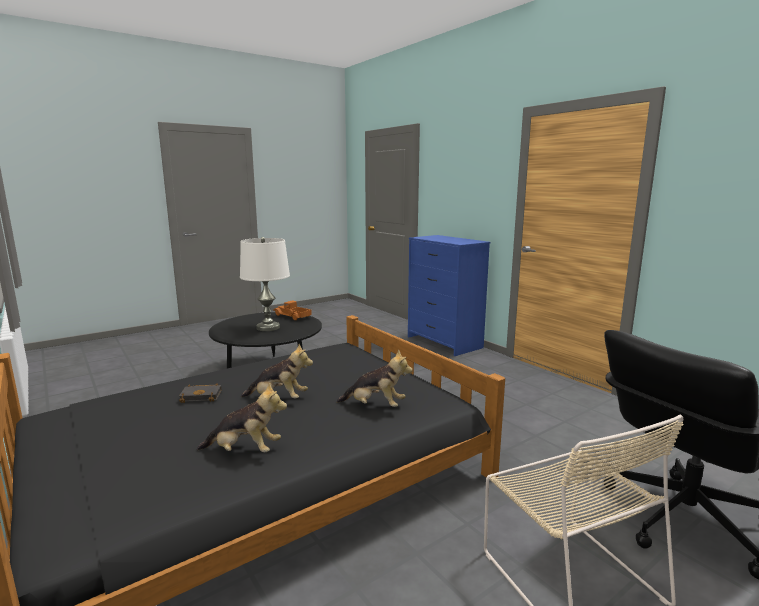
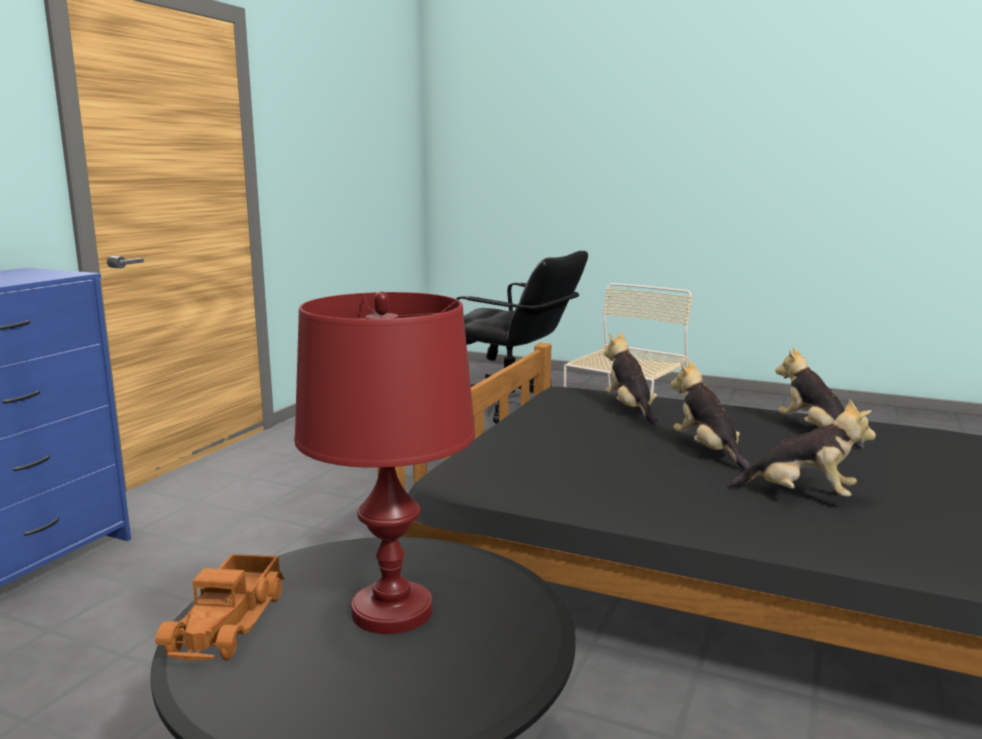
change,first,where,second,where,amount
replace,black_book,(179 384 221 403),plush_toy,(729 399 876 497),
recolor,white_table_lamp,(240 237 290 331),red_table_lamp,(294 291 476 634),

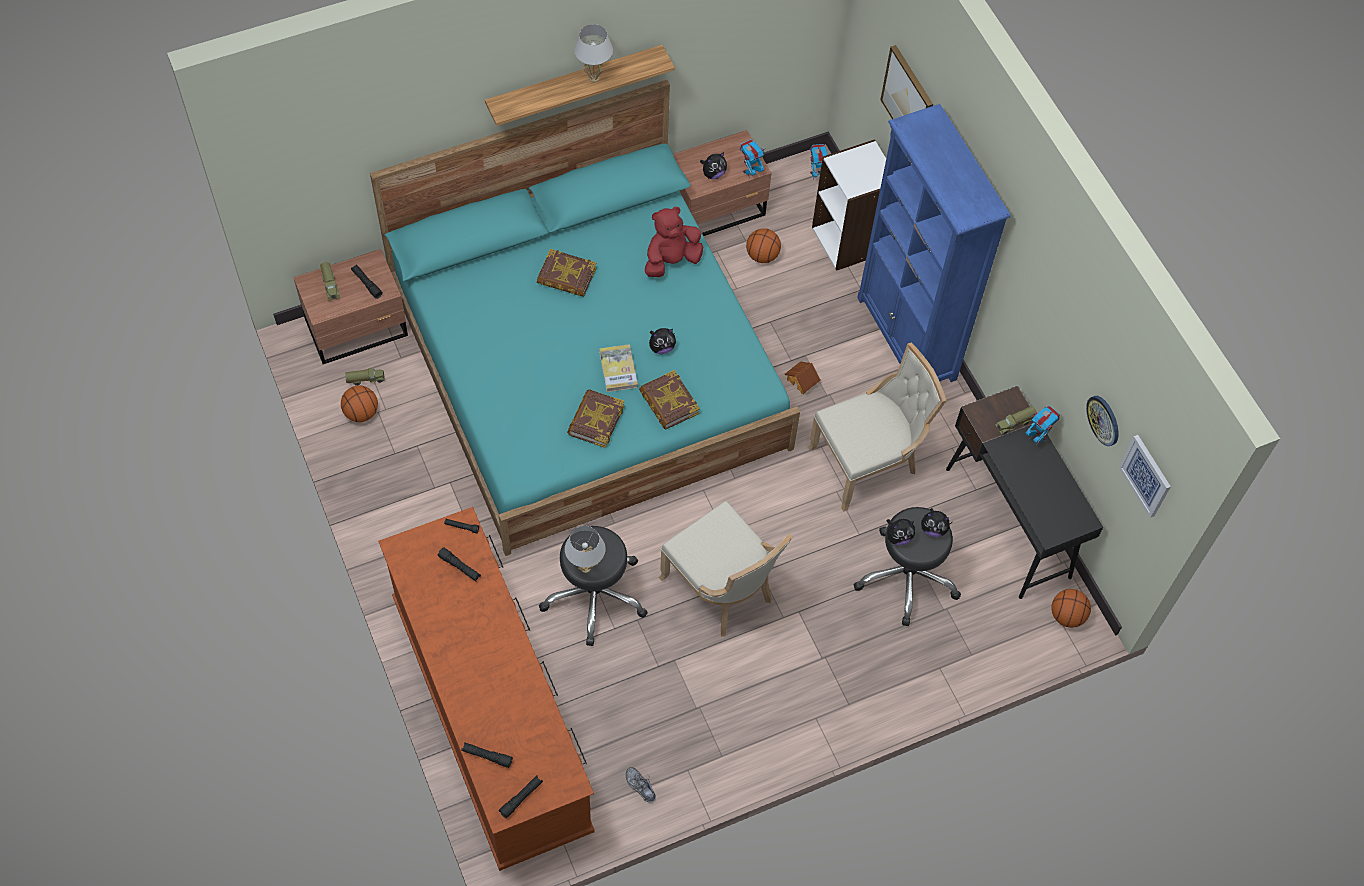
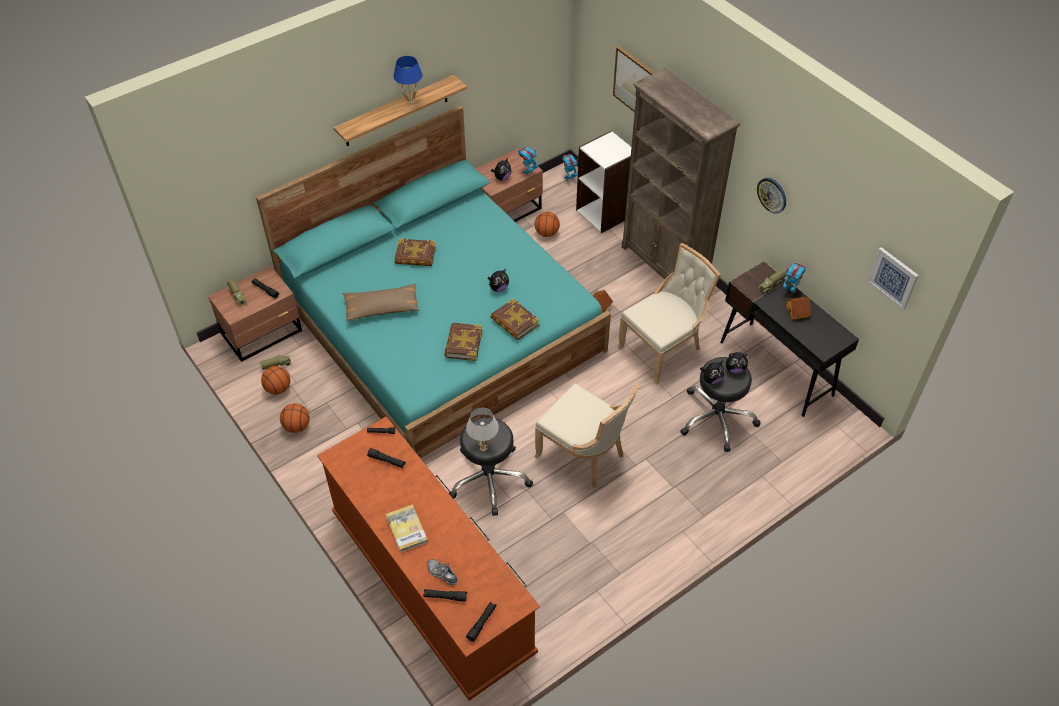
change,first,where,second,where,amount
recolor,white_table_lamp,(574 24 613 82),blue_table_lamp,(393 56 423 104),
move,book,(599 344 638 392),,(386 505 428 553),
move,shoe,(626 767 656 803),,(427 559 458 585),
delete,red_plush_toy,(645 206 703 277),,,
recolor,blue_bookcase,(857 104 1010 382),brown_bookcase,(622 68 740 279),
move,basketball,(1051 589 1091 628),,(280 403 310 433),
move,wall_clock,(1086 396 1119 446),,(757 178 786 214),
insert,,,brown_pillow,(343 283 419 321),
insert,,,toy_house,(785 297 811 320),

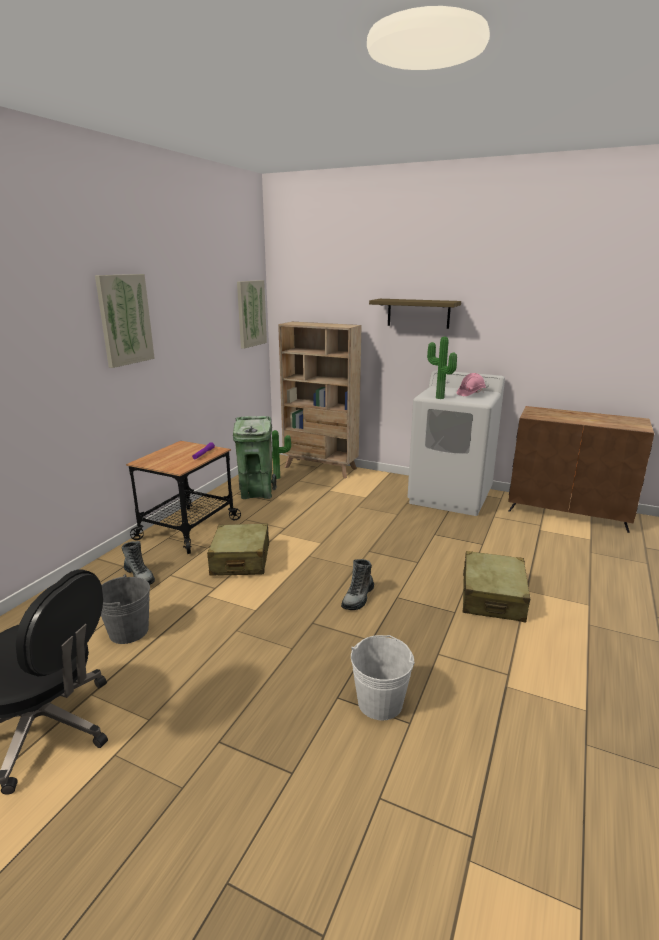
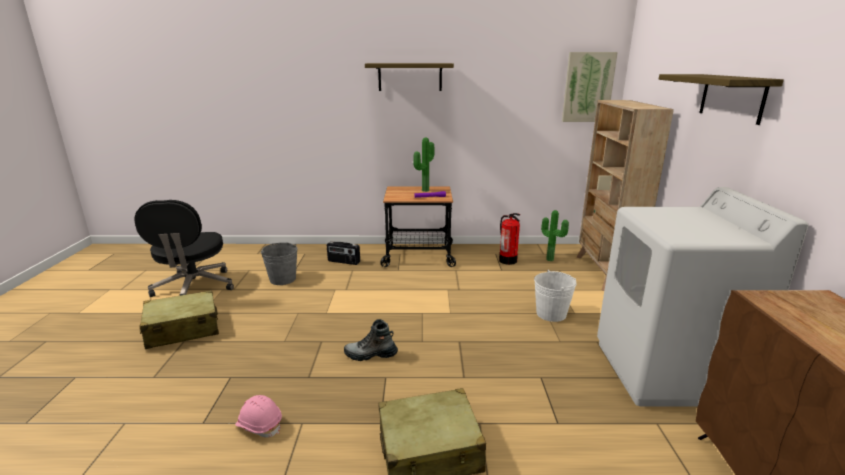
change,first,where,second,where,amount
replace,picture,(95 274 155 368),shelf,(365 63 454 91),
replace,boot,(122 541 155 585),radio,(327 241 360 265),
move,beige_suitcase,(207 523 269 576),,(139 290 219 349),
replace,green_trash_can,(233 416 277 499),fire_extinguisher,(499 213 520 265),
move,white_bucket,(351 635 415 720),,(534 270 576 322),
move,potted_plant,(427 336 457 399),,(413 138 434 192),
move,pink_hard_hat,(457 373 486 396),,(235 395 282 438),

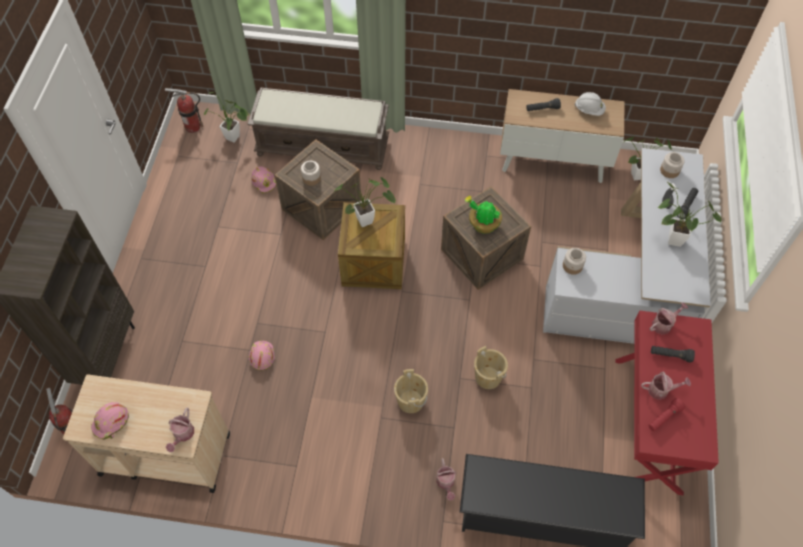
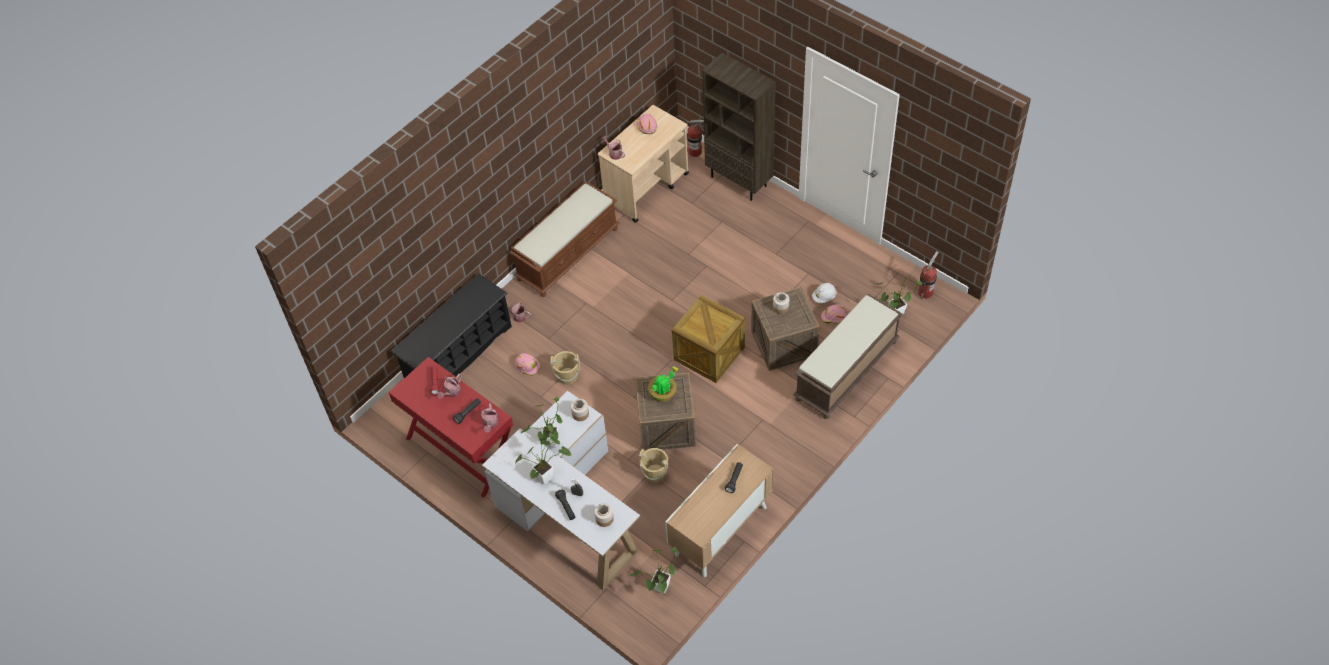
change,first,where,second,where,amount
move,pink_hard_hat,(248 340 275 370),,(515 353 541 376),
move,potted_plant,(334 177 396 227),,(520 397 562 448),
move,beige_bucket,(394 369 428 413),,(639 448 668 483),
move,white_hard_hat,(575 92 606 116),,(812 283 837 303),
insert,,,brown_bench,(509 181 619 297),

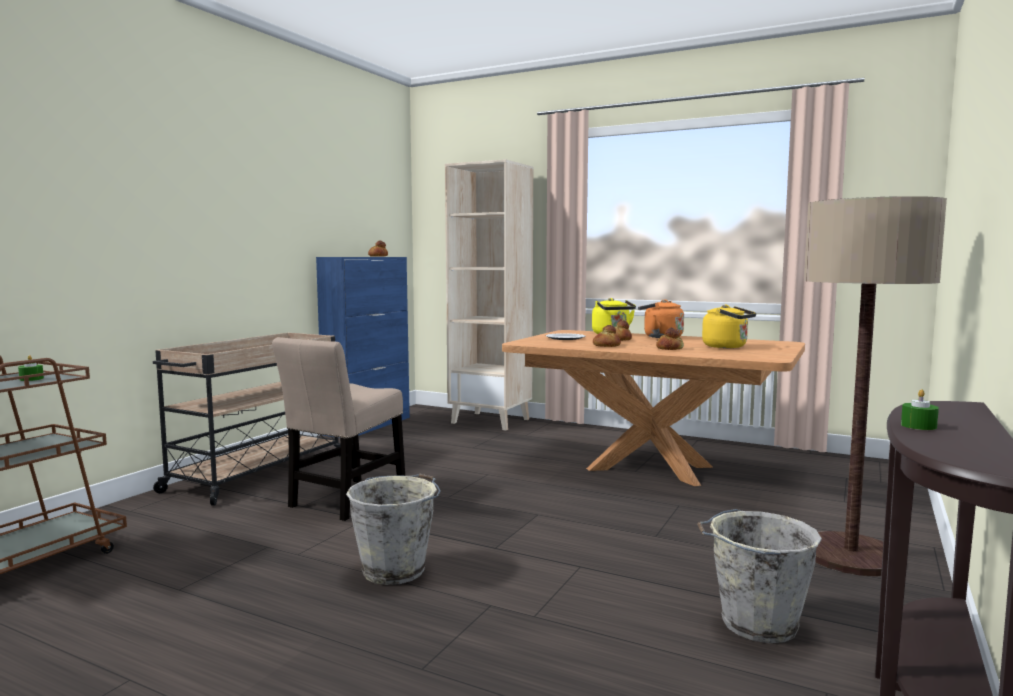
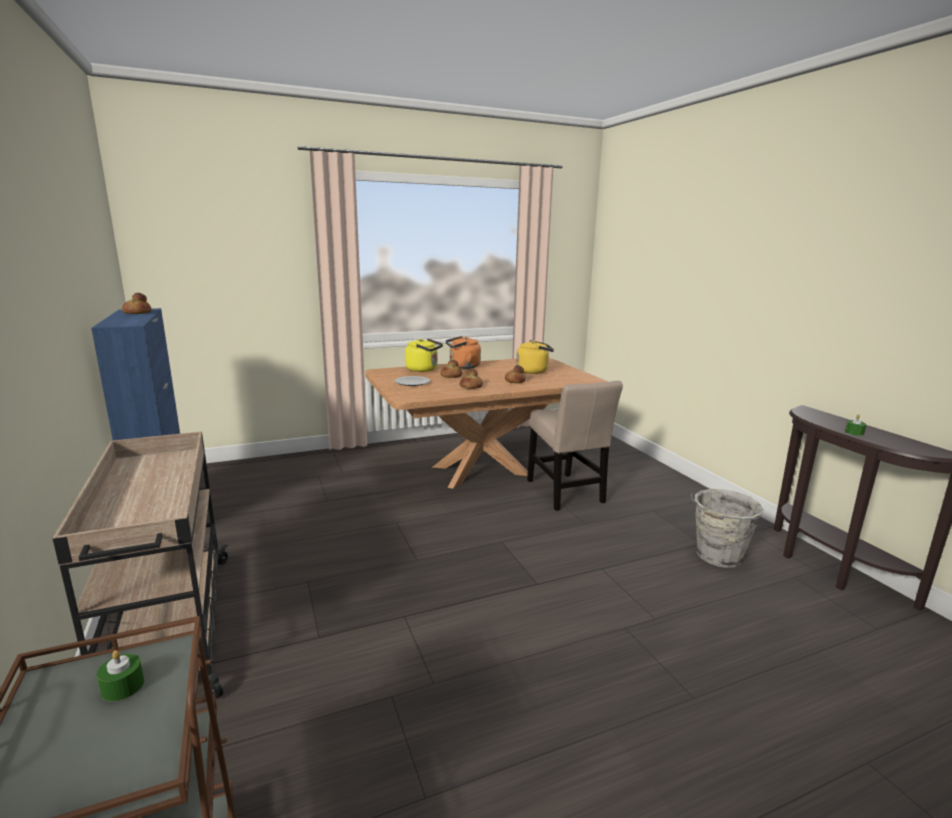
change,first,where,second,where,amount
move,beige_chair,(272 337 405 521),,(527 381 623 511),
delete,grey_bucket,(346 474 441 585),,,
delete,beige_bookcase,(445 159 533 430),,,
delete,floor_lamp,(804 196 947 576),,,

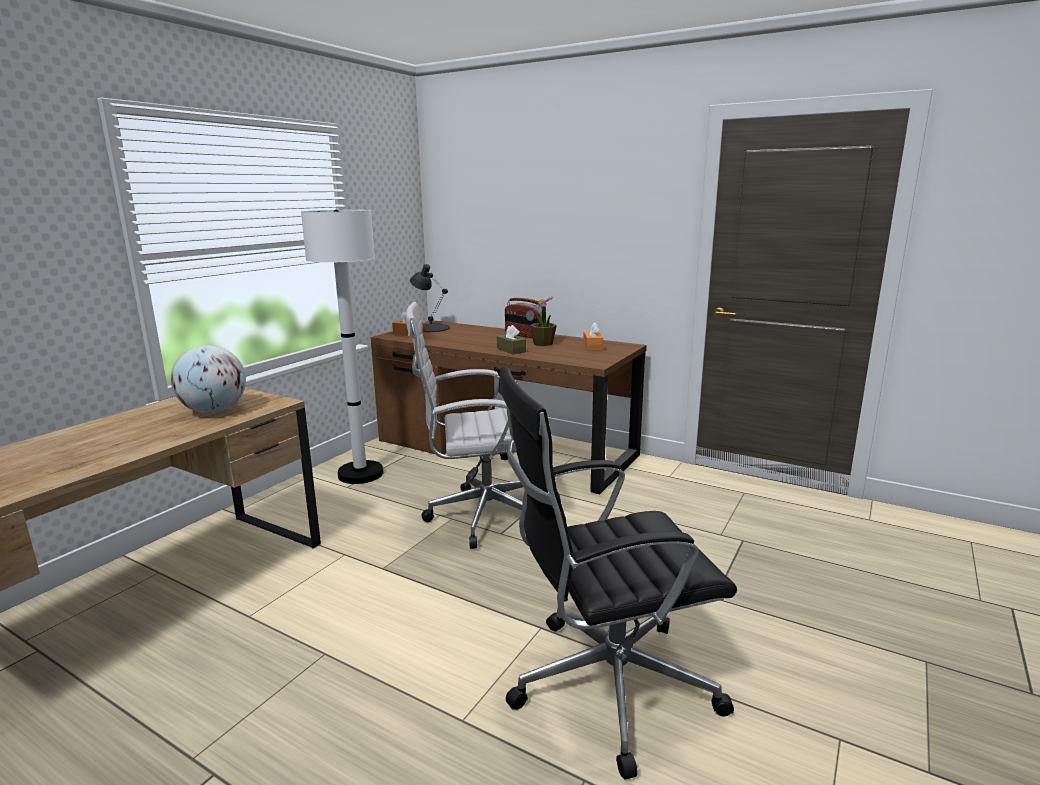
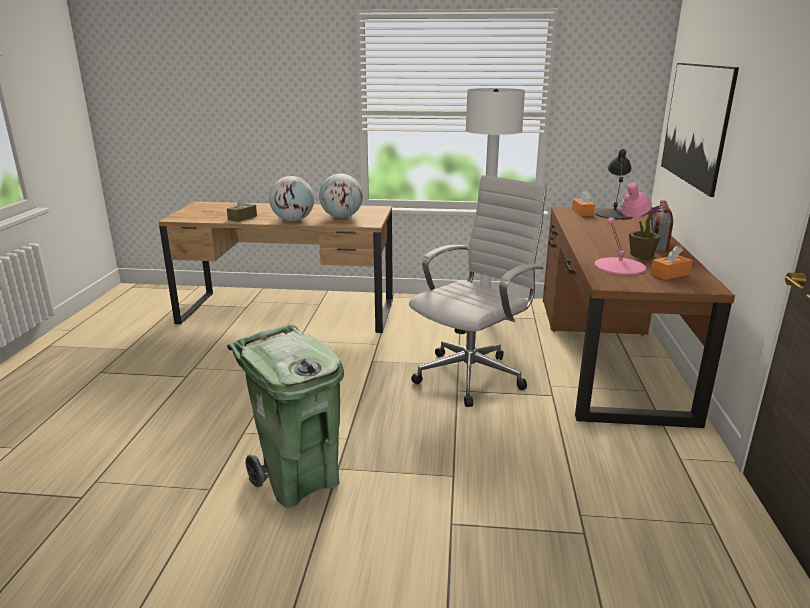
change,first,where,second,where,amount
rotate,white_office_chair,(406 302 523 549),,(409 175 547 407),75 degrees clockwise
move,brown_tissue_box,(497 325 526 354),,(227 196 257 222),
replace,black_office_chair,(498 367 737 780),green_trash_can,(227 324 344 508),
insert,,,globe,(269 176 314 221),
insert,,,pink_table_lamp,(594 182 652 275),
insert,,,picture,(661 63 739 197),

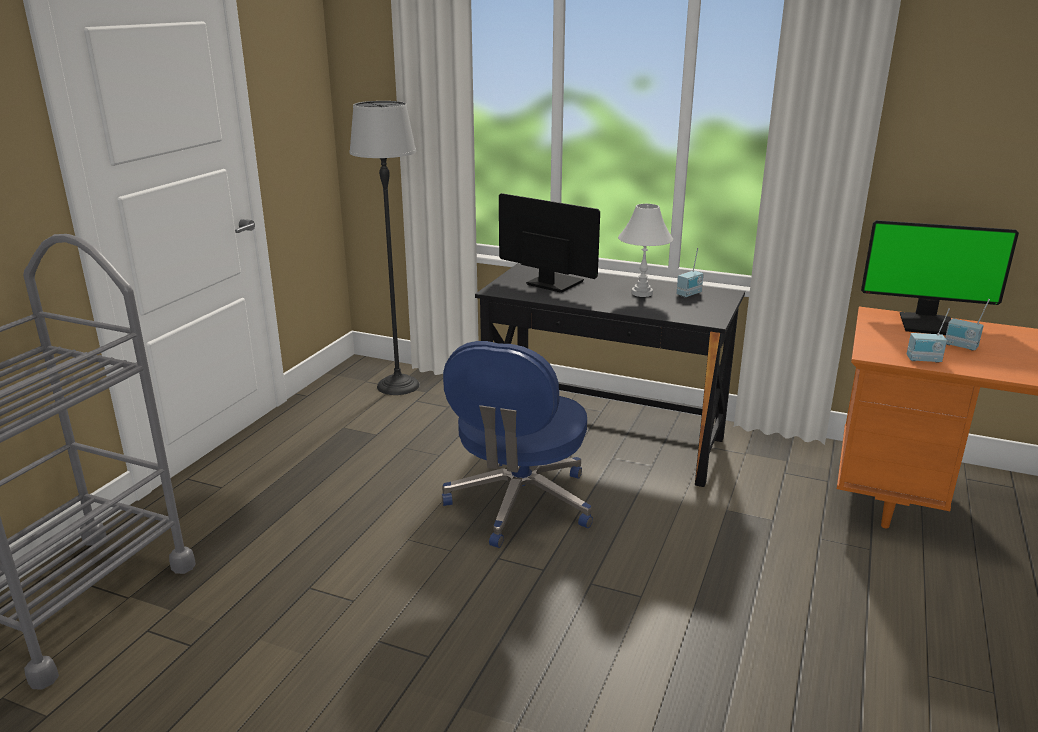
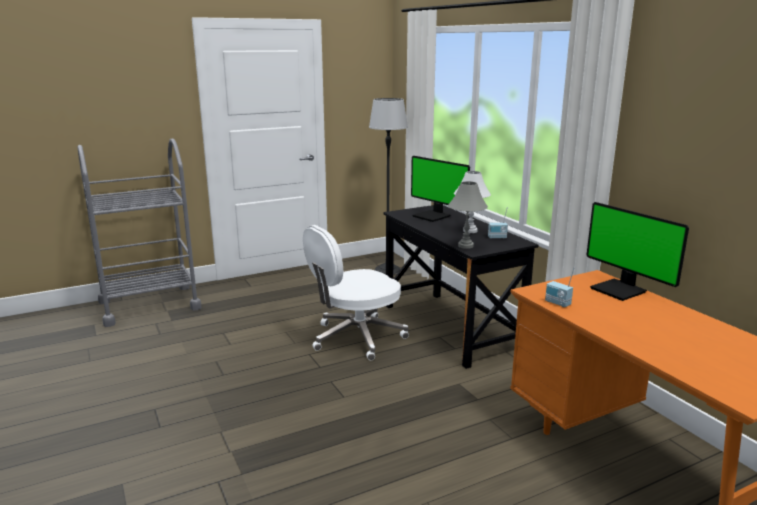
change,first,where,second,where,amount
recolor,blue_office_chair,(442 341 593 548),white_office_chair,(303 225 409 360),
rotate,monitor,(499 193 600 293),,(411 156 470 222),150 degrees clockwise
delete,radio,(945 299 990 351),,,
insert,,,grey_table_lamp,(448 181 488 249),

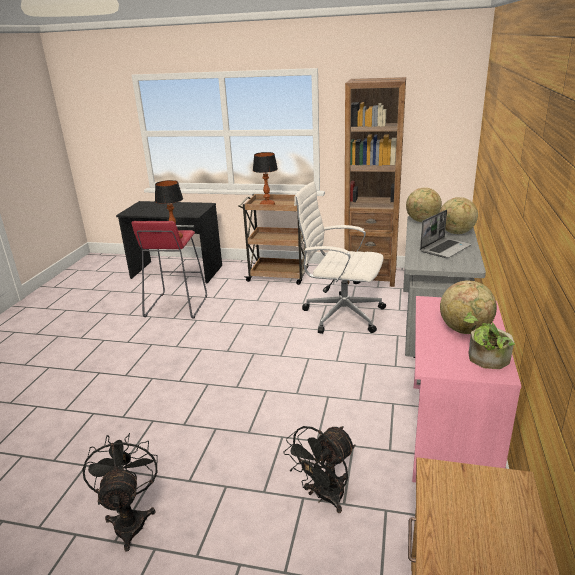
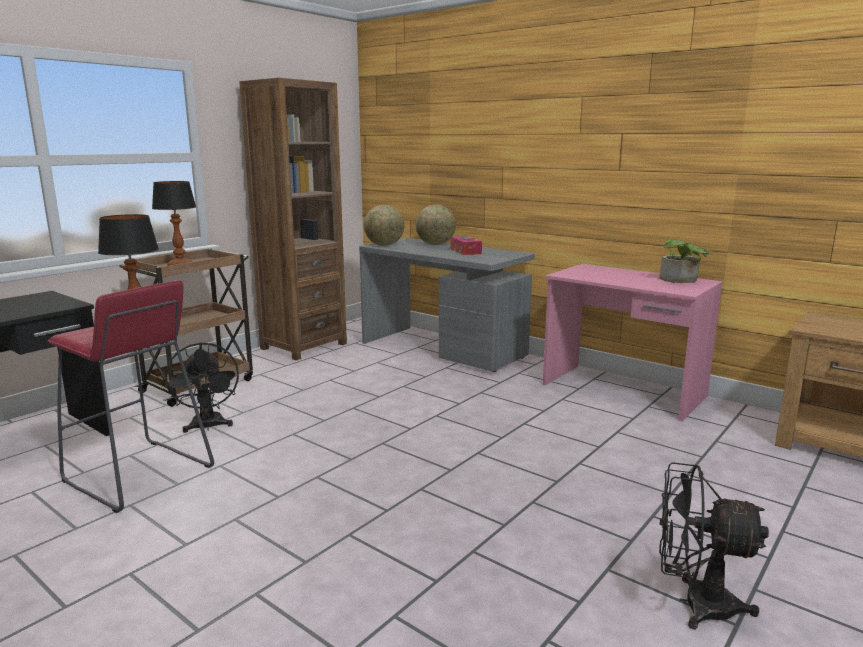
change,first,where,second,where,amount
move,black_fan,(284 426 355 513),,(165 342 239 433),
delete,white_office_chair,(294 181 386 334),,,
replace,laptop,(420 210 472 258),tissue_box,(451 236 482 255),
delete,globe,(440 280 497 334),,,

